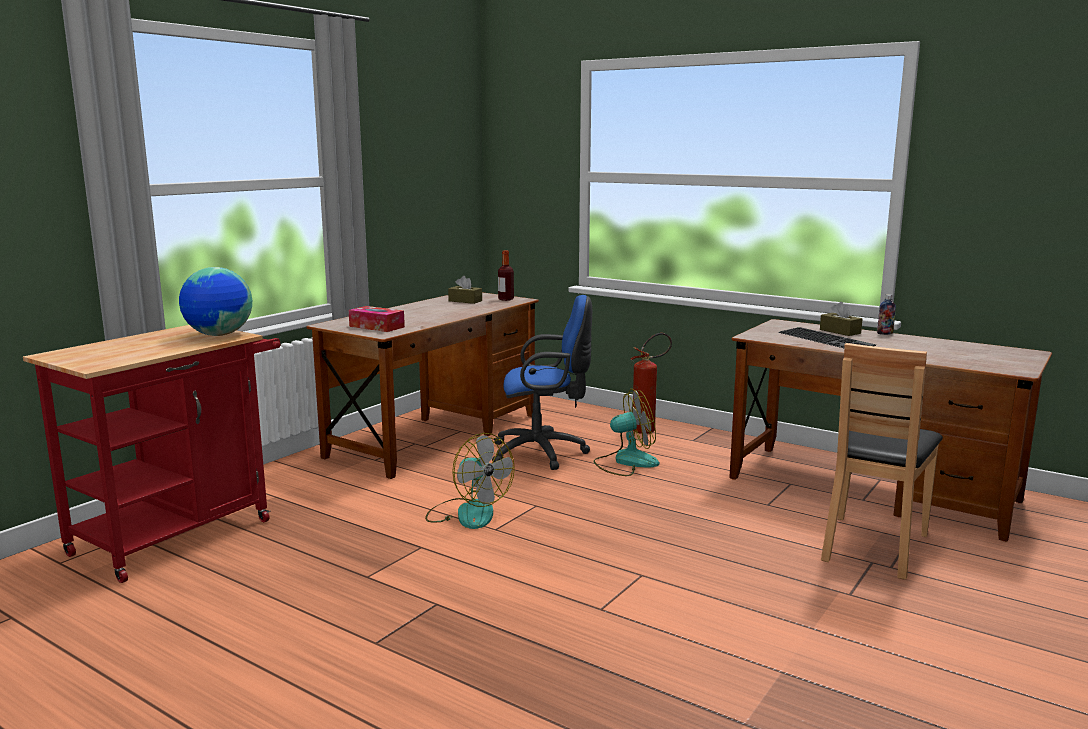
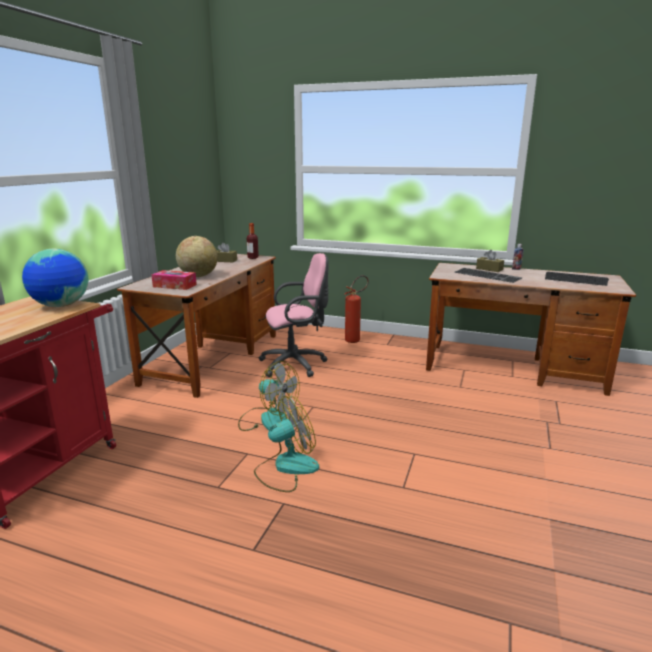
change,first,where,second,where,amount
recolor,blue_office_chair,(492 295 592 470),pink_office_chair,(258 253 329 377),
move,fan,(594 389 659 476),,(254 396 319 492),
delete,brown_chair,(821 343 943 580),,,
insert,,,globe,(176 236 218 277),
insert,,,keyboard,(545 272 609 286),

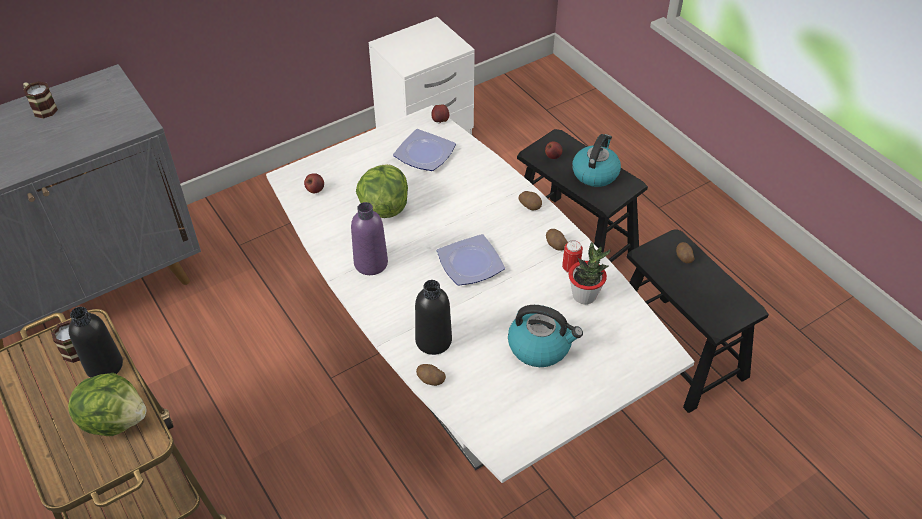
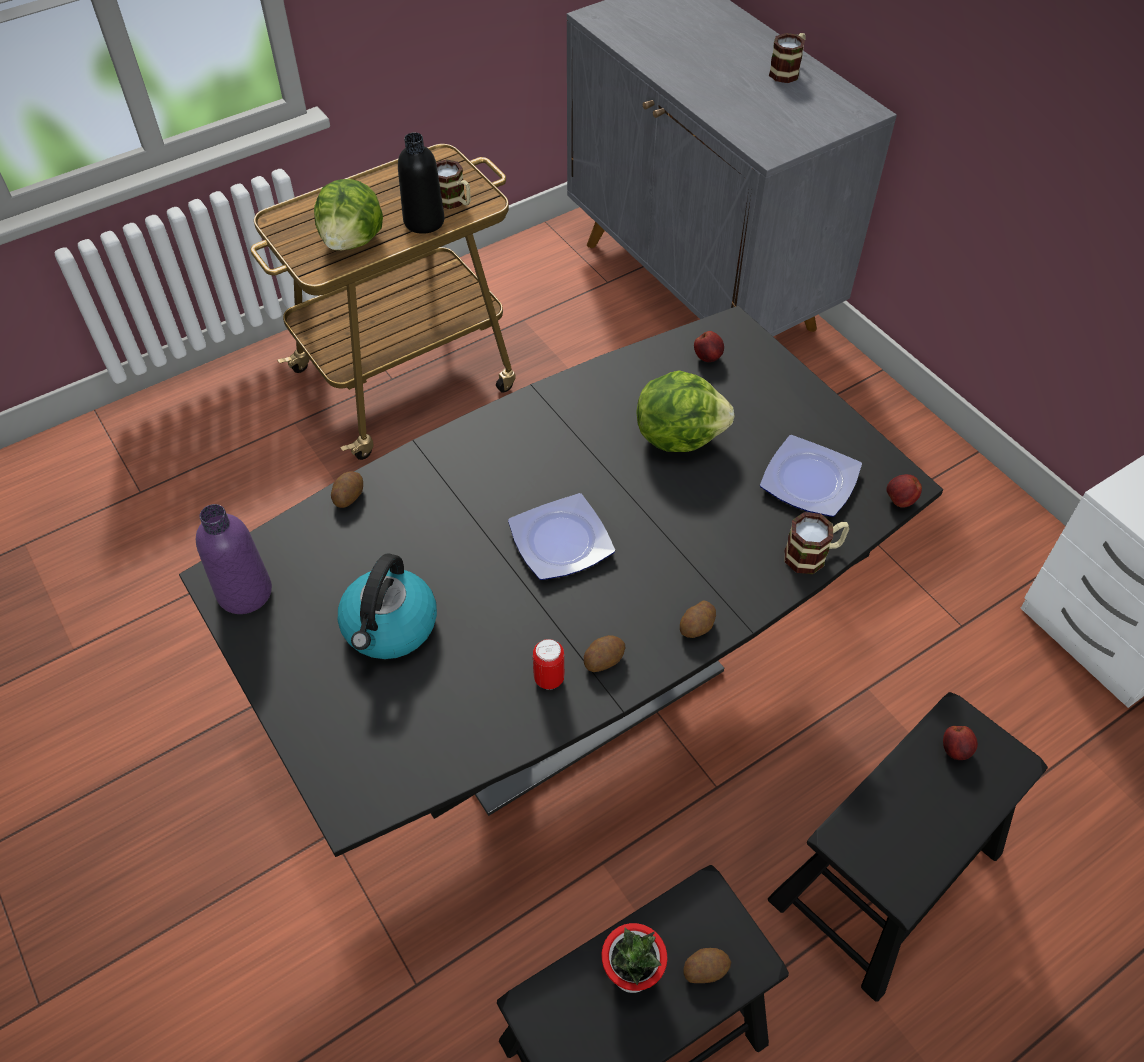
change,first,where,second,where,amount
recolor,white_dining_table,(266 105 695 483),black_dining_table,(179 306 943 857),
move,purple_bottle,(351 202 388 275),,(196 504 272 614),
delete,black_bottle,(415 280 452 355),,,
move,potted_plant,(569 242 611 304),,(602 923 668 993),
delete,kettle,(572 134 621 187),,,
insert,,,mug,(785 512 849 574),

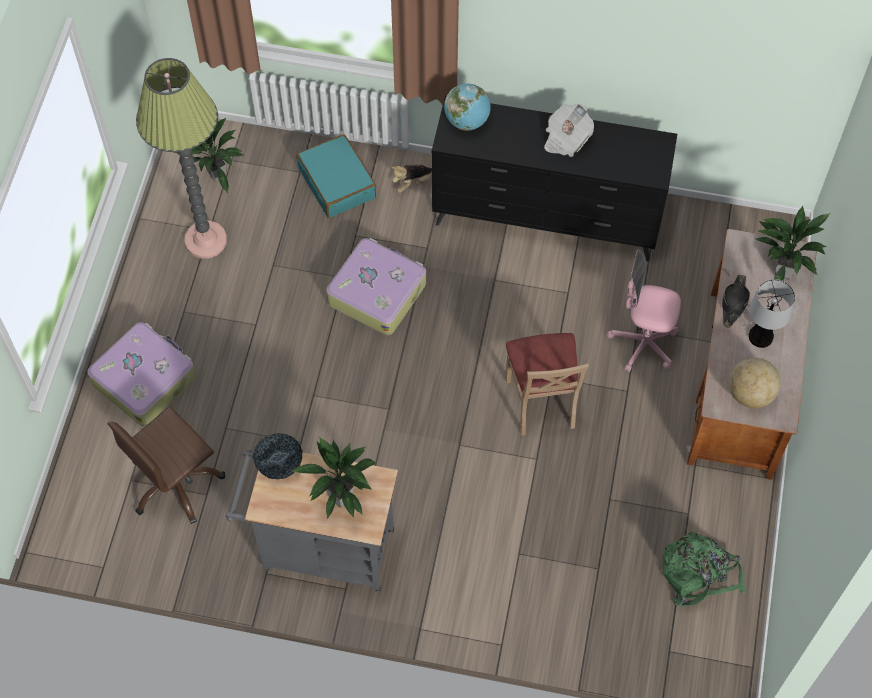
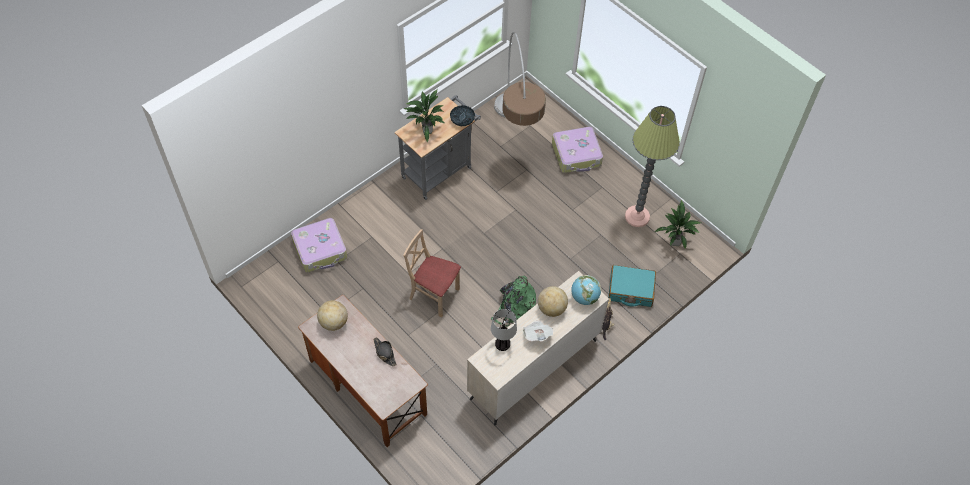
change,first,where,second,where,amount
replace,brown_office_chair,(108 407 225 524),floor_lamp,(494 32 546 126),
move,suitcase,(326 238 426 335),,(291 218 347 272),
recolor,black_dresser,(432 96 677 261),beige_dresser,(467 271 609 426),
delete,pink_office_chair,(607 249 681 372),,,
move,green_backpack,(663 532 745 607),,(491 276 536 326),
move,table_lamp,(749 279 795 348),,(491 309 517 351),
delete,potted_plant,(756 206 830 295),,,
insert,,,globe,(538 286 568 317),

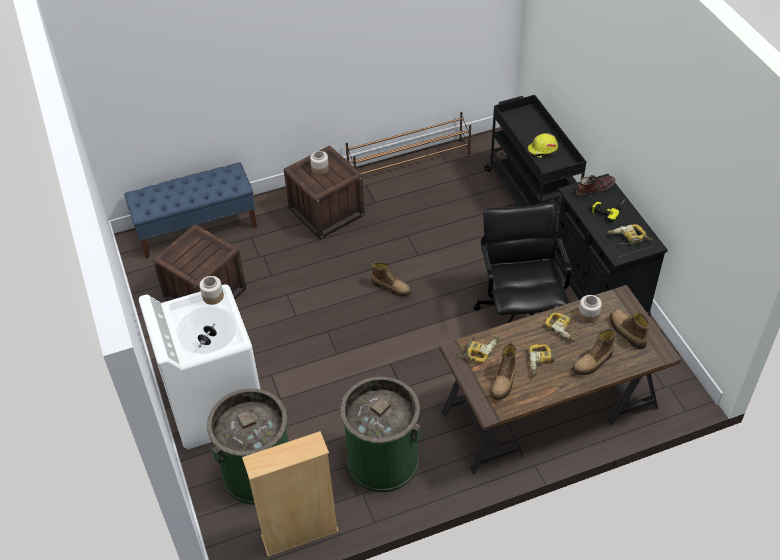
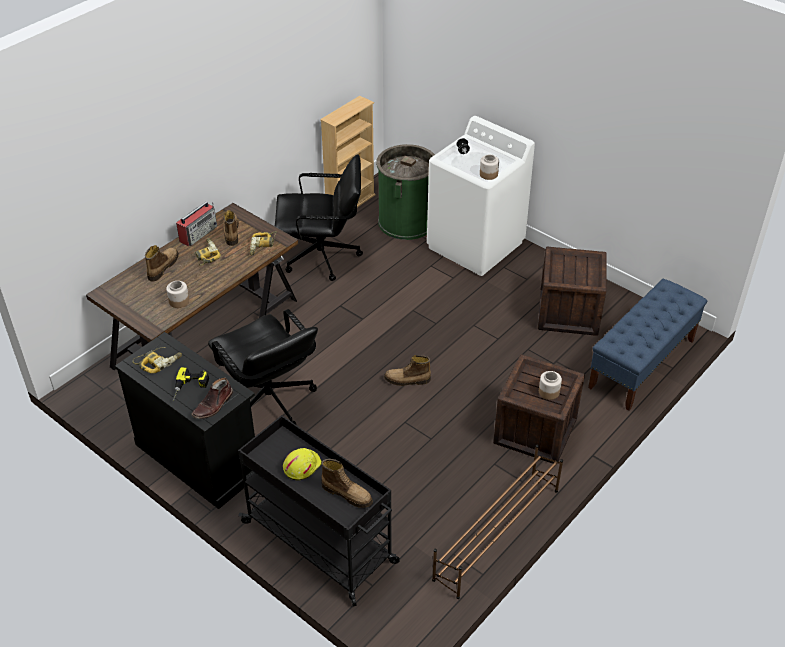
change,first,where,second,where,amount
replace,green_trash_can,(340 376 420 492),black_office_chair,(275 154 363 281),
delete,power_drill,(545 306 581 342),,,
move,boot,(610 309 650 349),,(321 459 373 508),
insert,,,radio,(176 202 217 246),

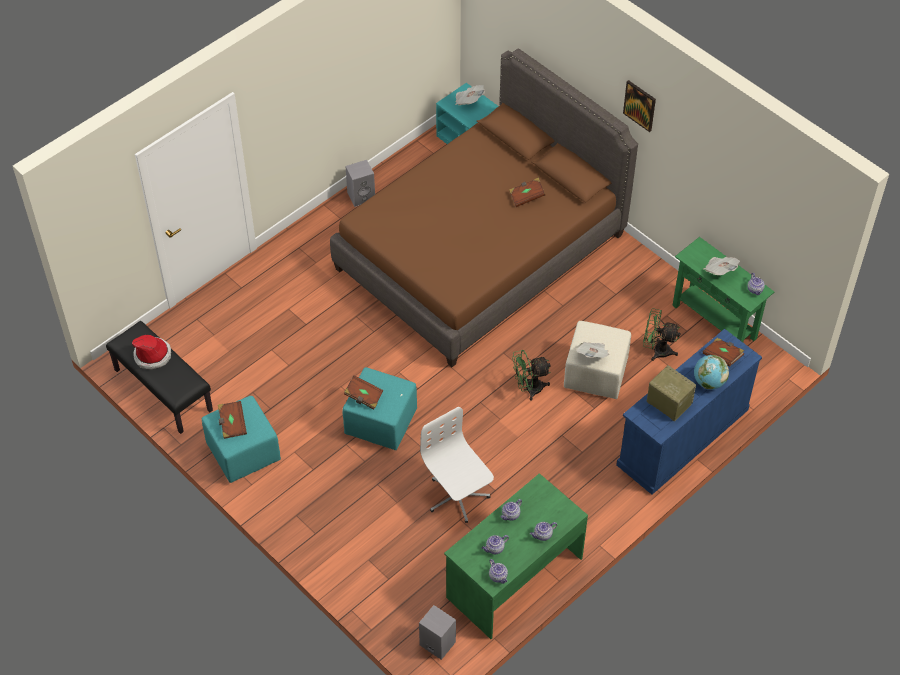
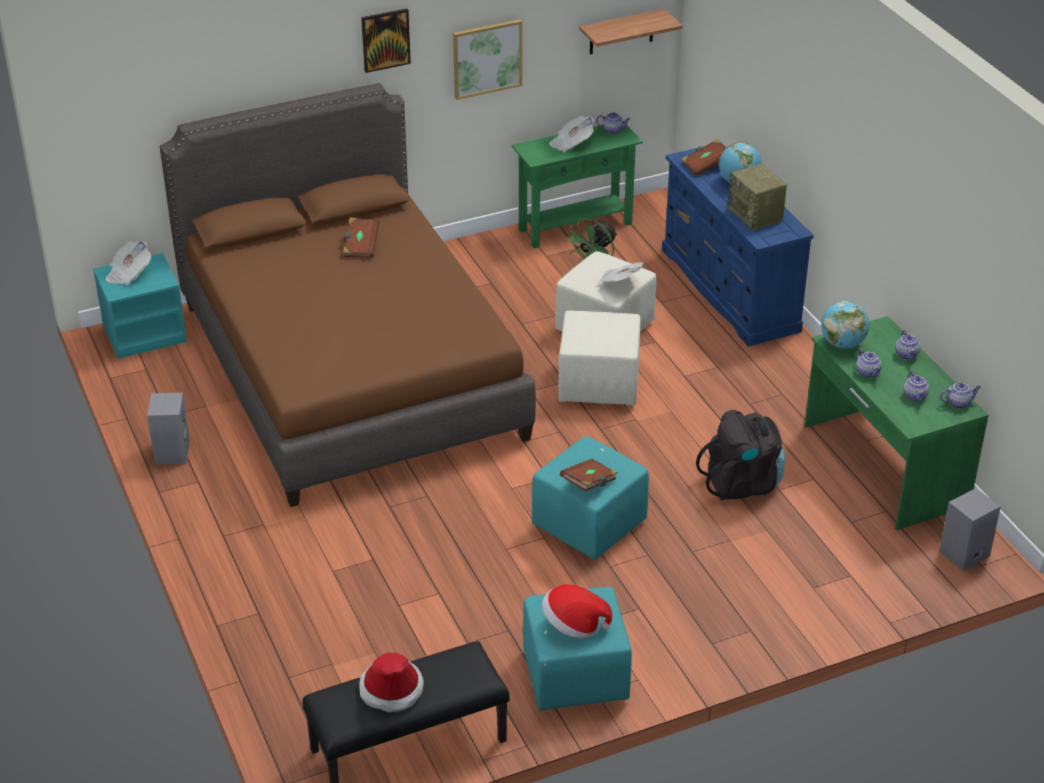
change,first,where,second,where,amount
replace,brown_book,(218 401 247 439),hat,(542 584 612 638),
replace,white_office_chair,(420 407 494 523),black_backpack,(696 410 786 500),
replace,green_fan,(512 350 551 401),beige_ottoman,(558 310 641 406),
rotate,radio,(647 365 696 422),,(728 164 787 231),90 degrees counterclockwise
insert,,,picture,(453 19 522 100),
insert,,,shelf,(579 9 683 54),
insert,,,globe,(821 301 869 349),

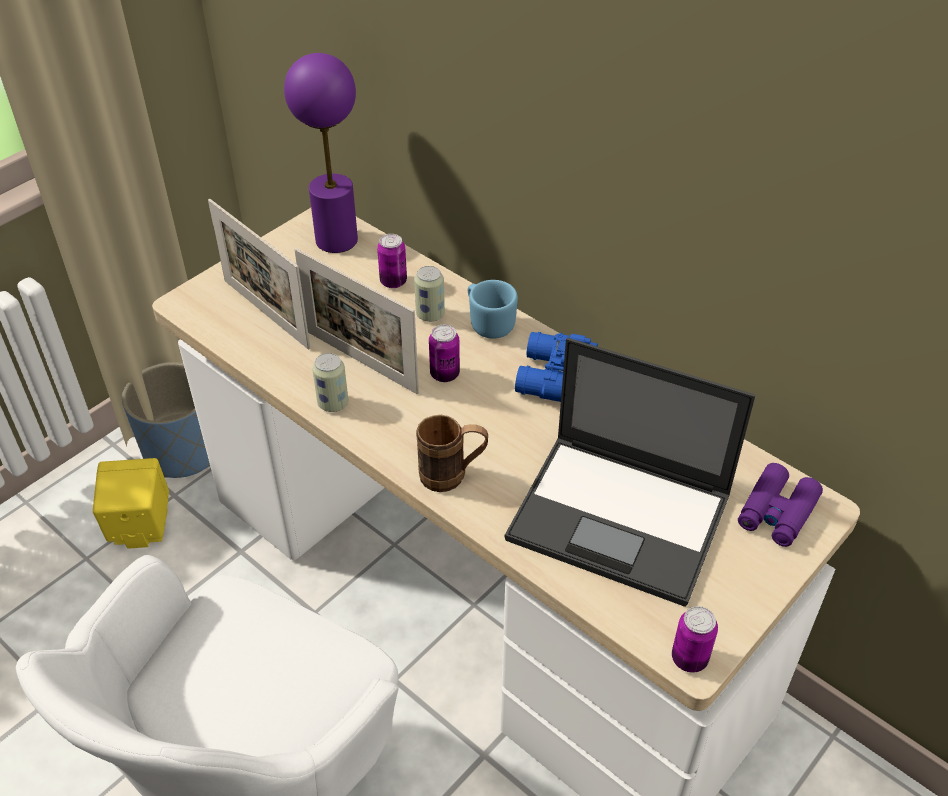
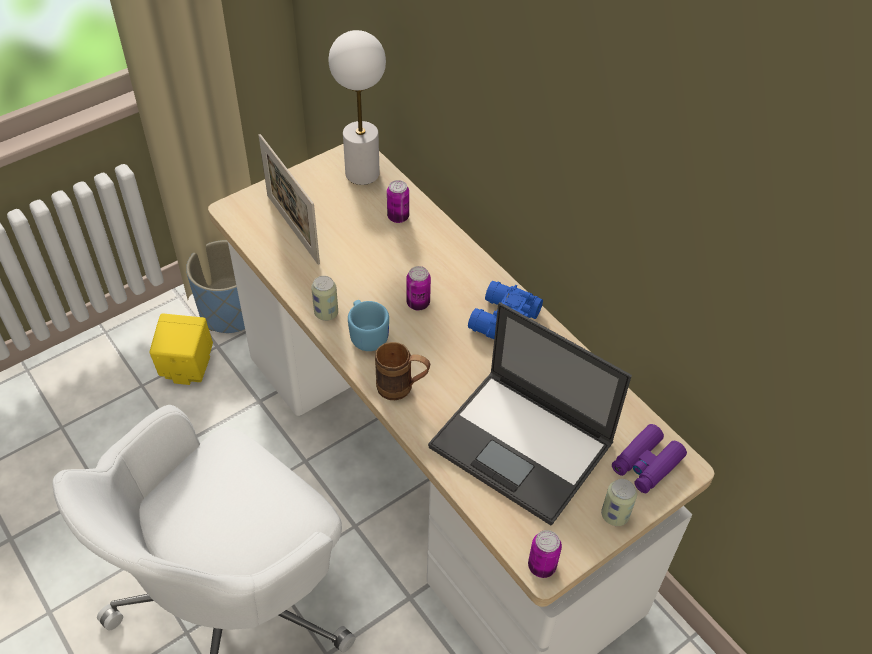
change,first,where,second,where,amount
recolor,purple_table_lamp,(284 53 358 253),white_table_lamp,(329 30 386 185),
delete,picture_frame,(295 248 419 394),,,
move,can,(414 266 445 322),,(601 479 637 526),
move,blue_mug,(468 280 518 339),,(348 300 389 351),

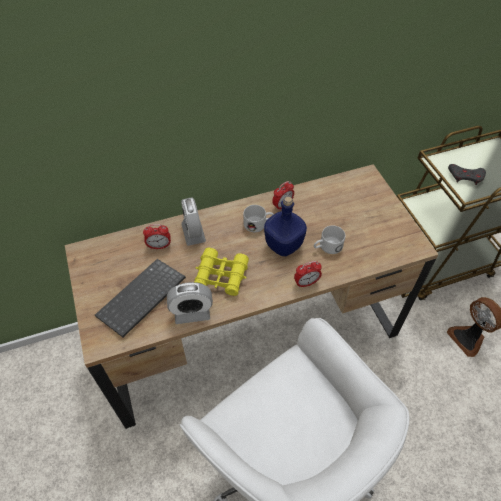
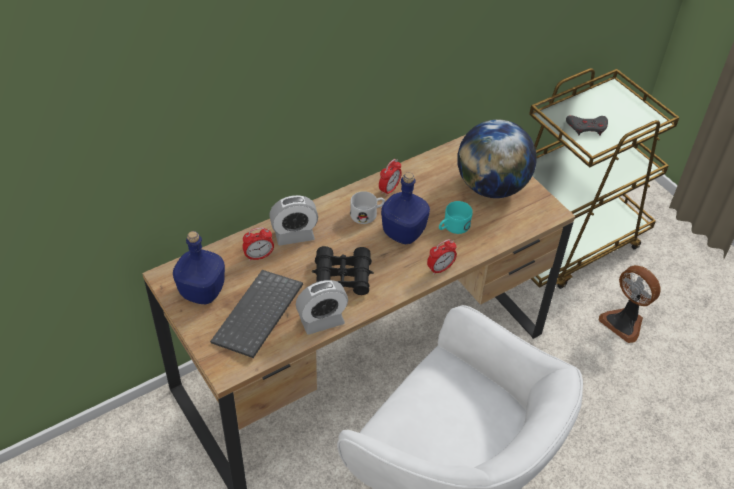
change,first,where,second,where,amount
rotate,alarm_clock,(181 197 206 246),,(269 195 318 246),75 degrees counterclockwise
recolor,yellow_binoculars,(194 248 249 296),black_binoculars,(312 246 374 295),
recolor,white_mug,(314 225 345 254),turquoise_mug,(439 201 473 234),
insert,,,blue_bottle,(173 231 225 304),
insert,,,globe,(458 119 537 198),

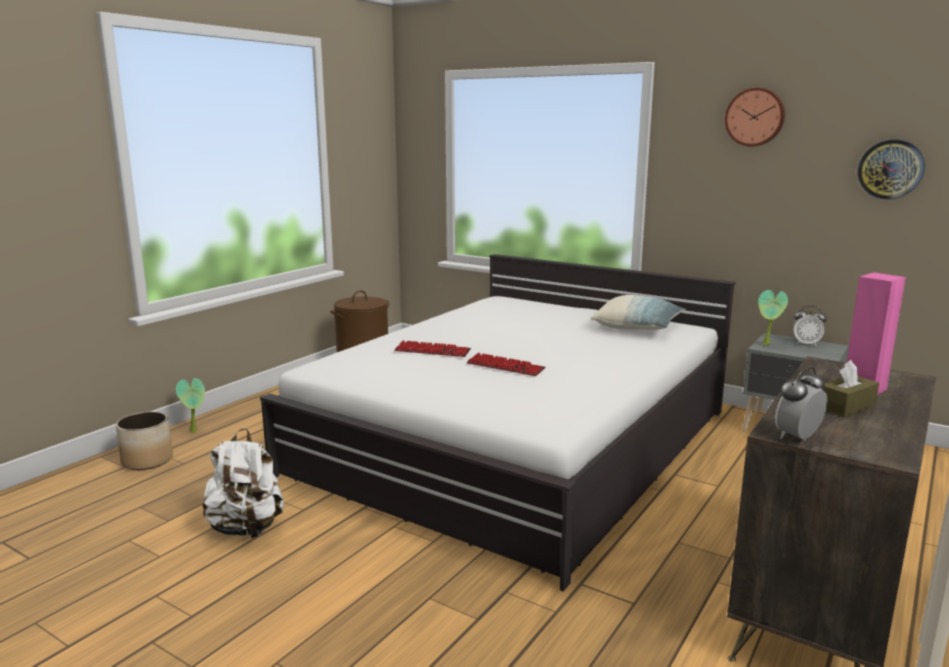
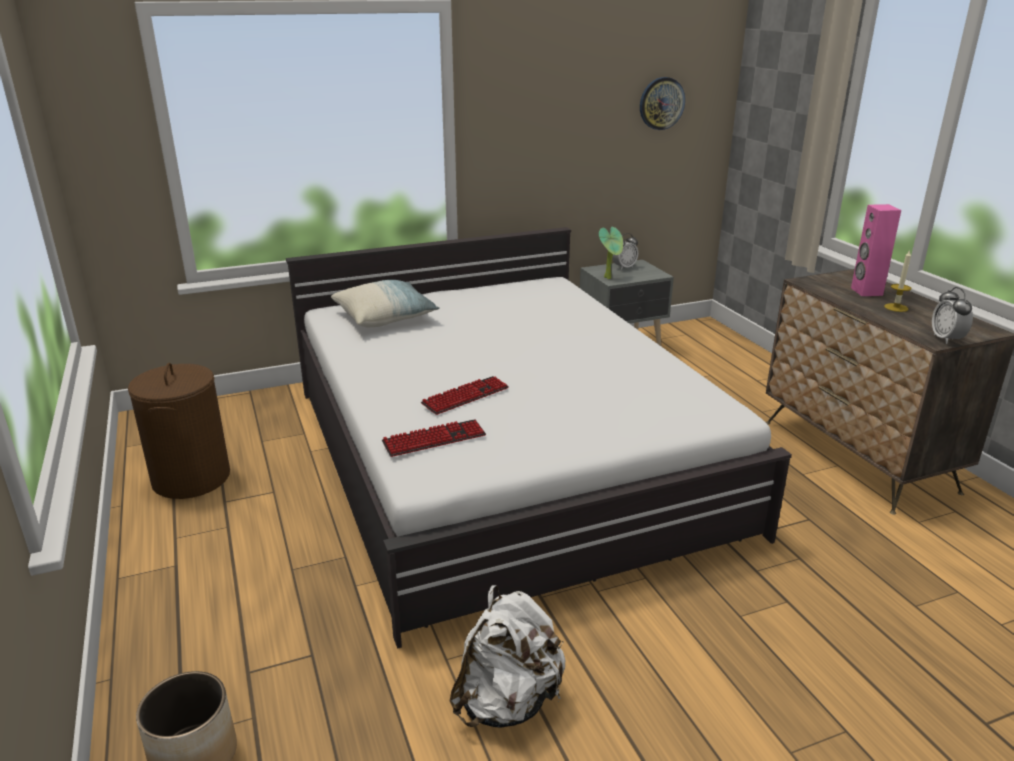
change,first,where,second,where,amount
delete,potted_plant,(176 378 205 433),,,
move,keyboard,(467 353 546 376),,(382 419 486 457),
move,pillow,(591 295 686 330),,(331 280 440 328),
delete,wall_clock,(725 88 785 147),,,
replace,brown_tissue_box,(823 360 879 417),candle,(884 250 912 312),

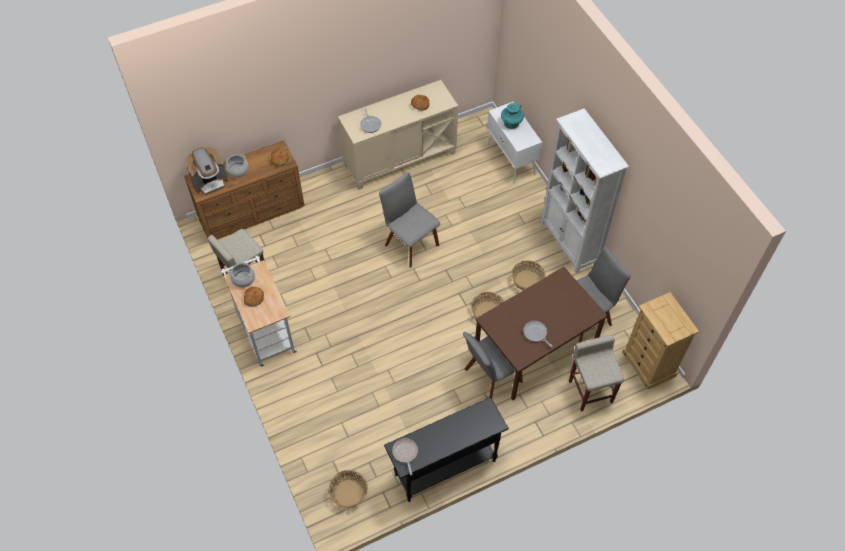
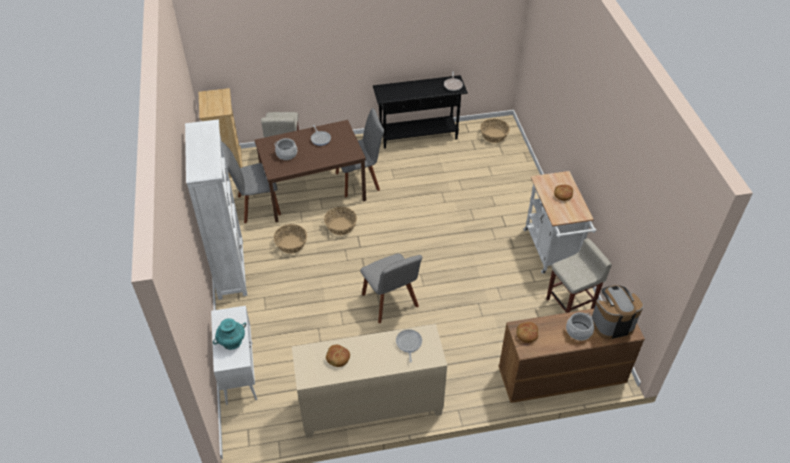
change,first,where,second,where,amount
move,cooking_pot,(228 263 255 288),,(274 138 297 160),

